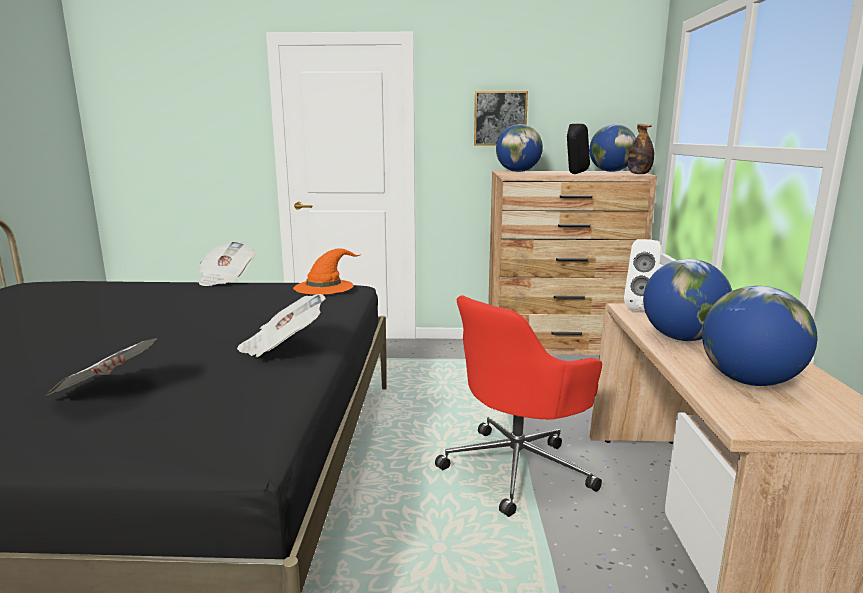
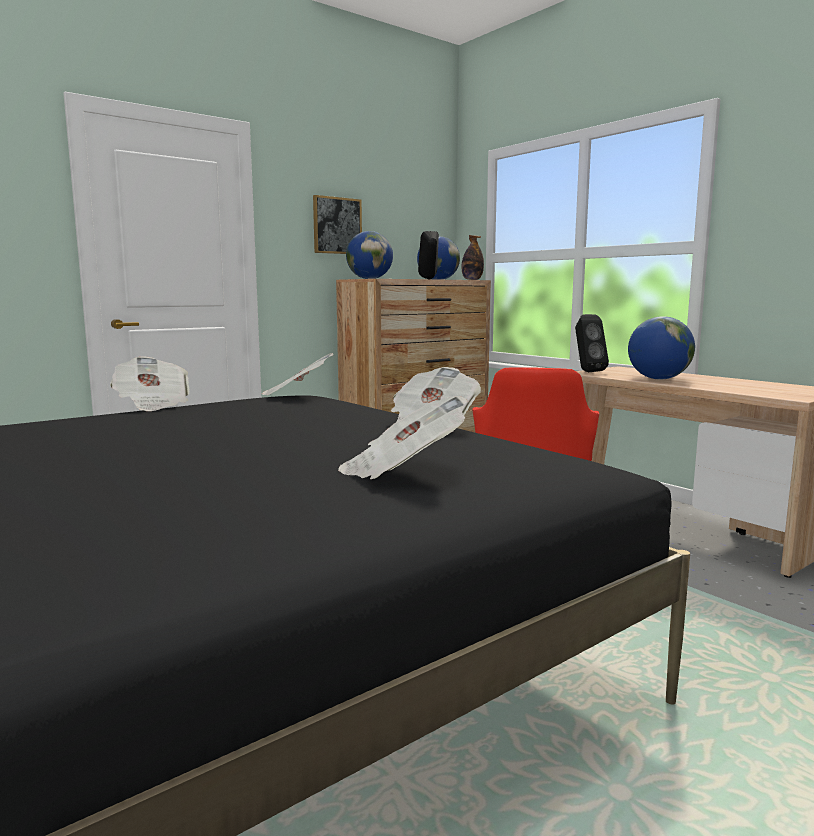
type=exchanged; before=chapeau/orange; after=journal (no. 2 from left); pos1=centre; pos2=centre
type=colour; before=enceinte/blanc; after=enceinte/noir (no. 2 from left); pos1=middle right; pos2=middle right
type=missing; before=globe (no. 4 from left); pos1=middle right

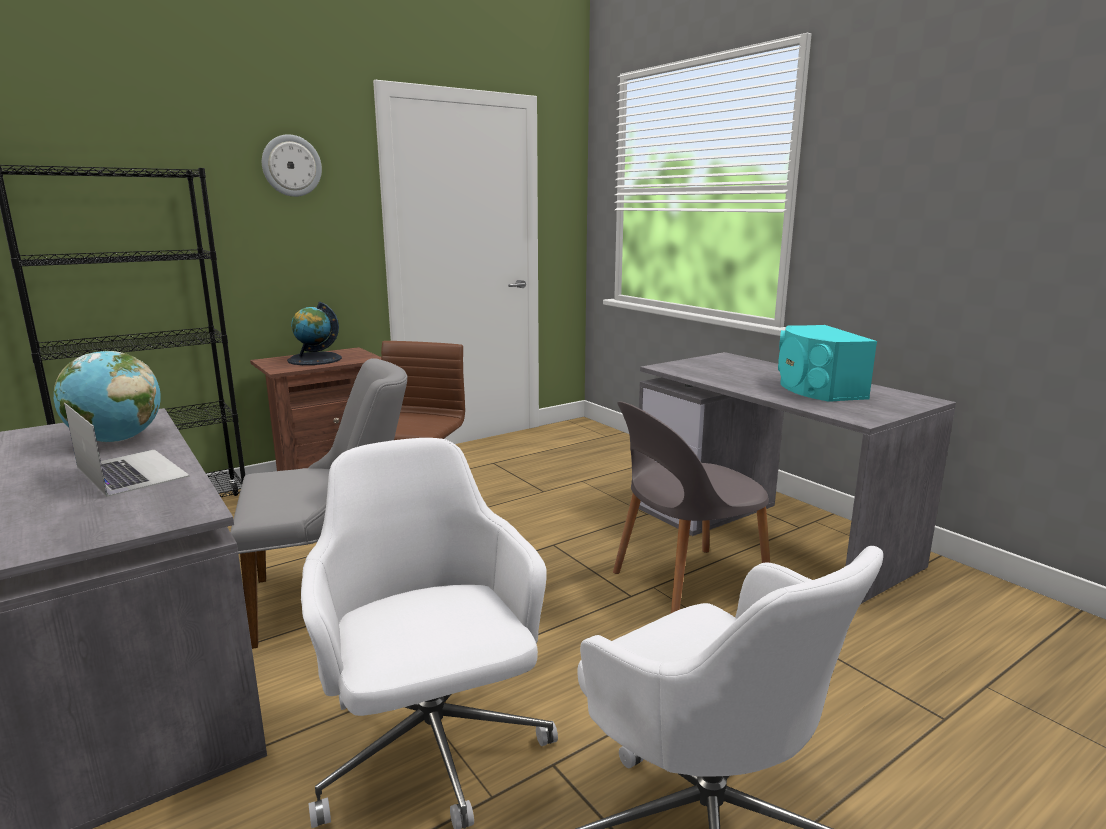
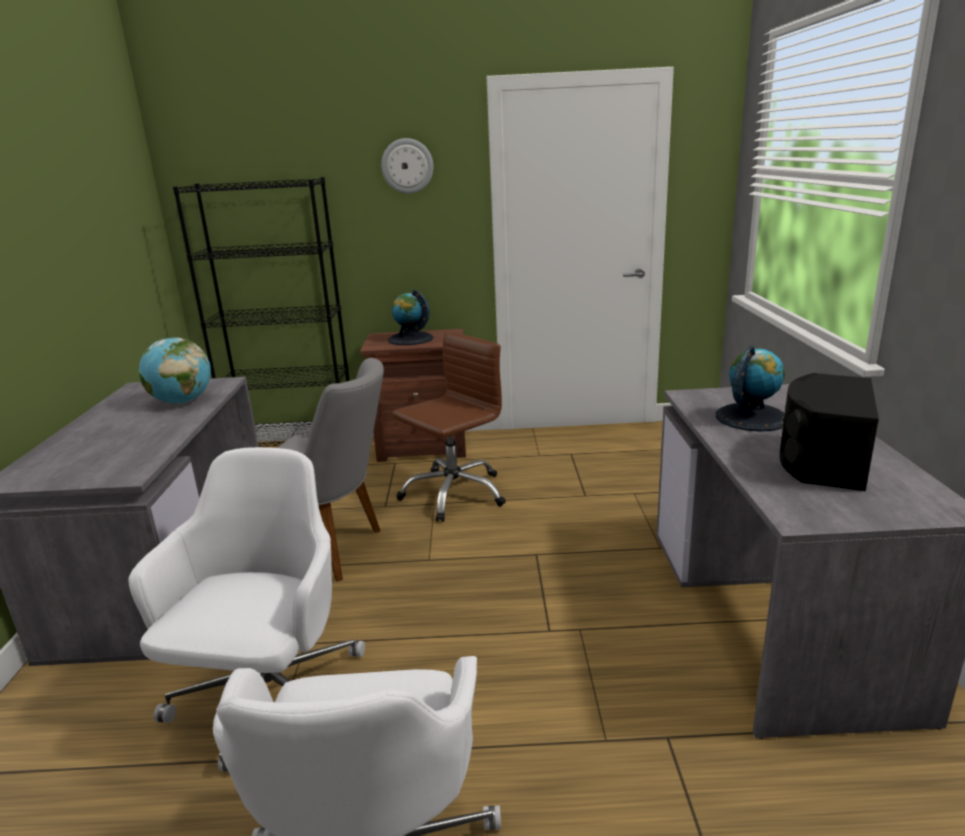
type=missing; before=ordinateur portable; pos1=middle left
type=missing; before=chaise/gris (no. 2 from left); pos1=centre
type=colour; before=enceinte/turquoise; after=enceinte/noir; pos1=middle right; pos2=middle right
type=appeared; after=globe (no. 3 from left); pos2=middle right

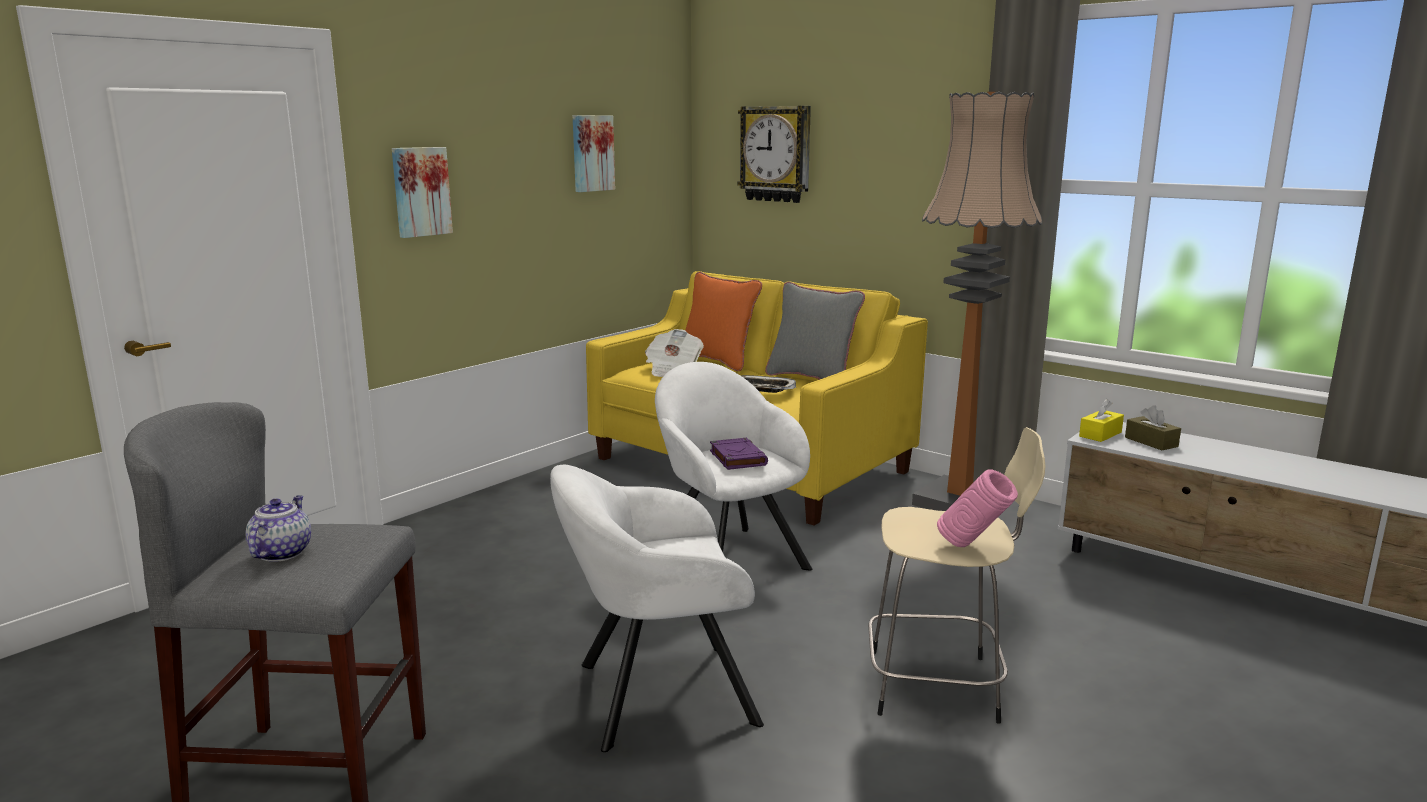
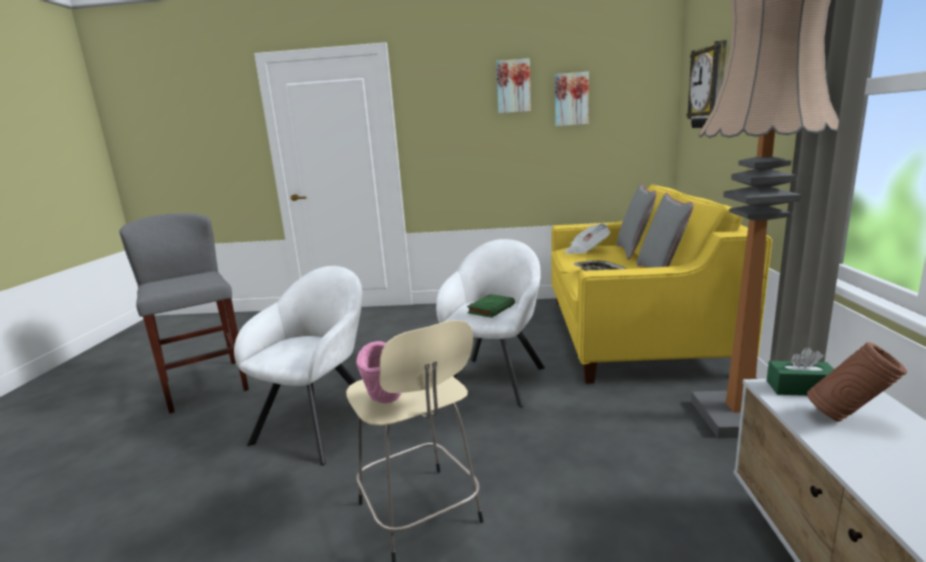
type=missing; before=théière; pos1=middle left
type=relocated; before=tableau (no. 1 from left); pos1=top left; pos2=top centre
type=spun; before=fauteuil/blanc (no. 1 from left); pos1=bottom centre; pos2=middle left; turn=75
type=colour; before=coussin/orange; after=coussin/gris (no. 1 from left); pos1=centre; pos2=middle right
type=colour; before=livre/violet; after=livre/vert; pos1=centre; pos2=centre
type=colour; before=boîte à mouchoirs/jaune; after=boîte à mouchoirs/vert; pos1=middle right; pos2=middle right
type=exchanged; before=boîte à mouchoirs/marron; after=vase/marron; pos1=middle right; pos2=bottom right

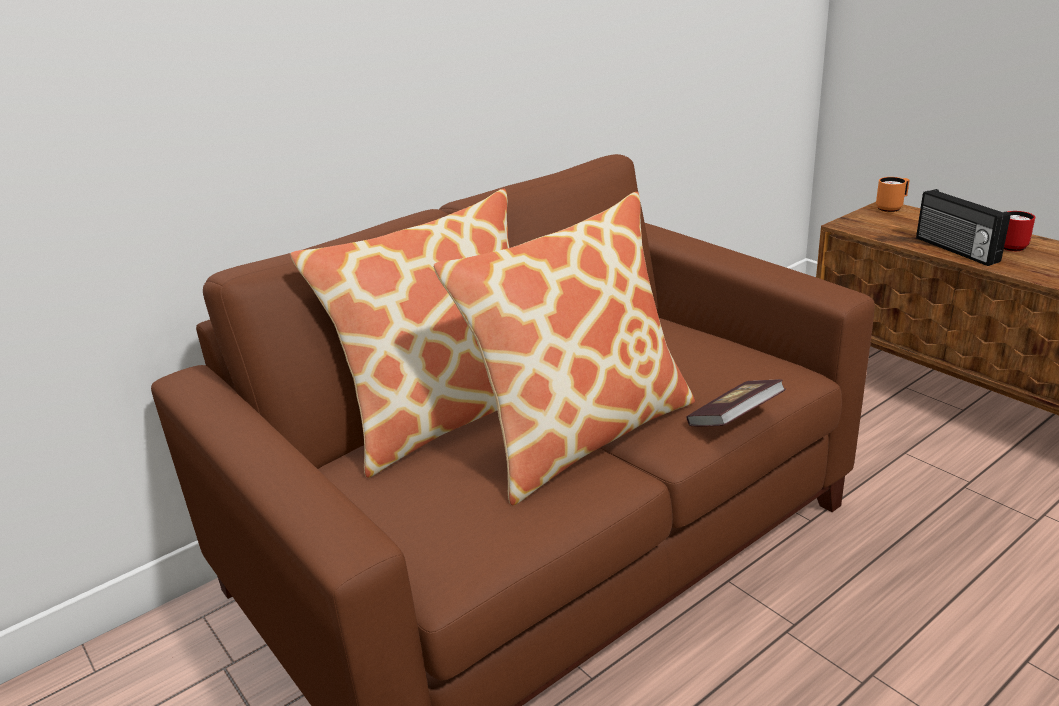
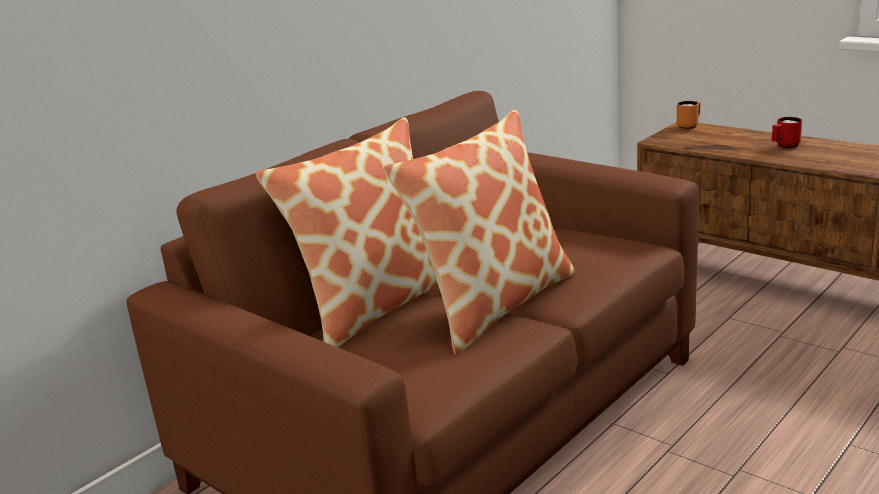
type=missing; before=livre; pos1=middle right
type=missing; before=radio; pos1=top right

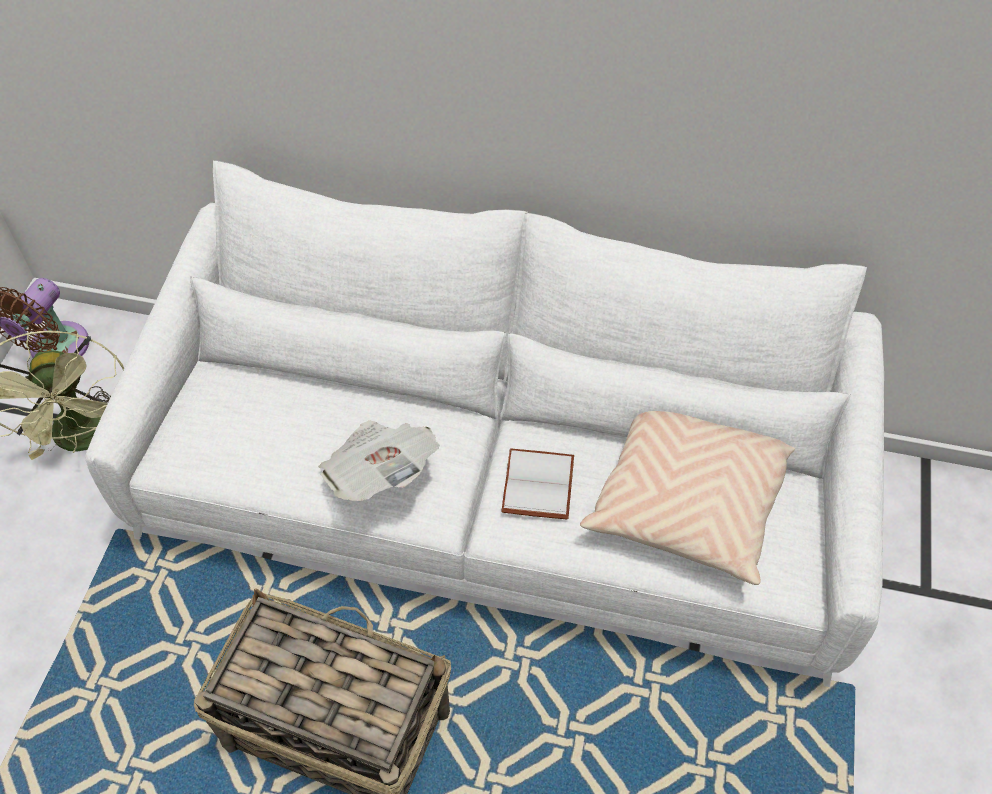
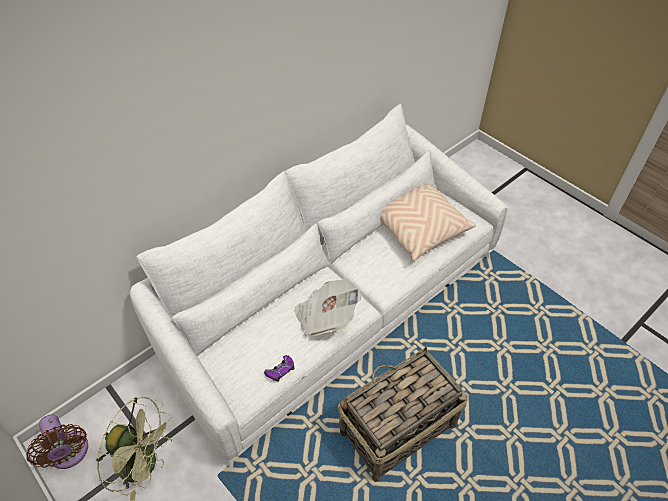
type=missing; before=livre/blanc; pos1=centre
type=appeared; after=manette/violet; pos2=bottom centre

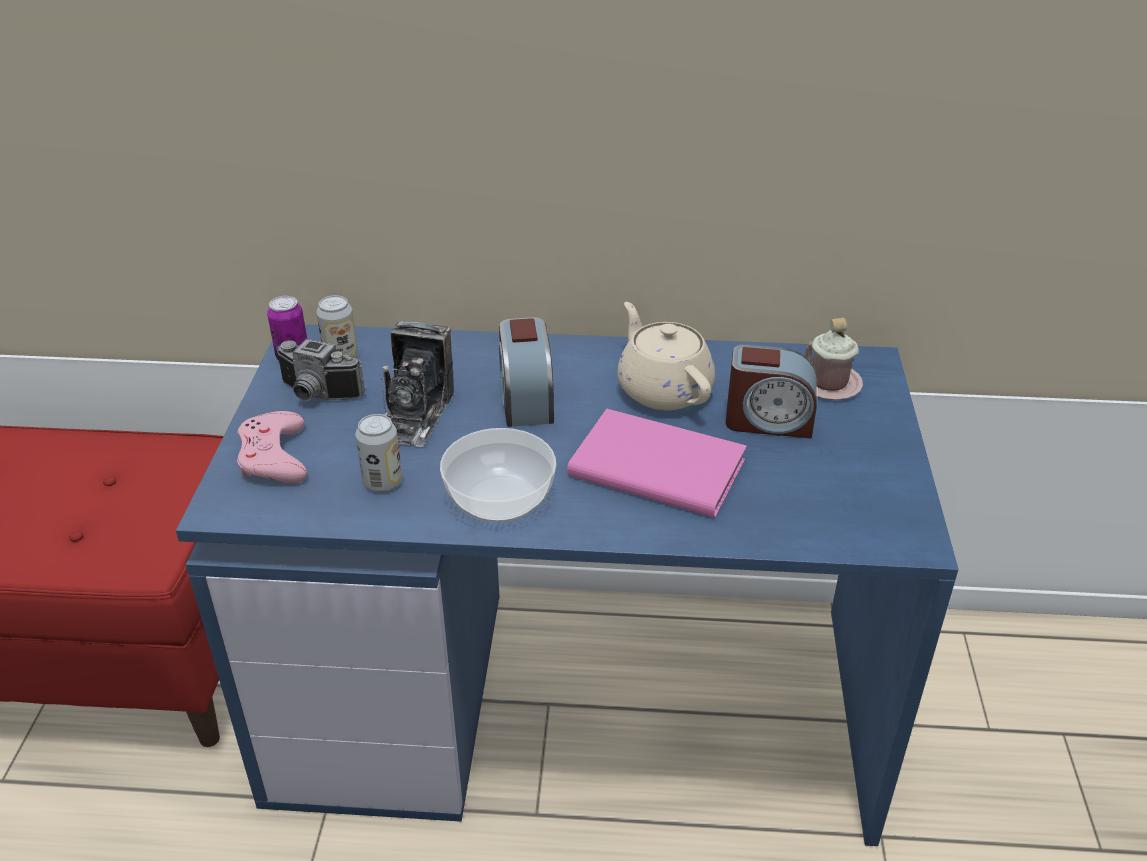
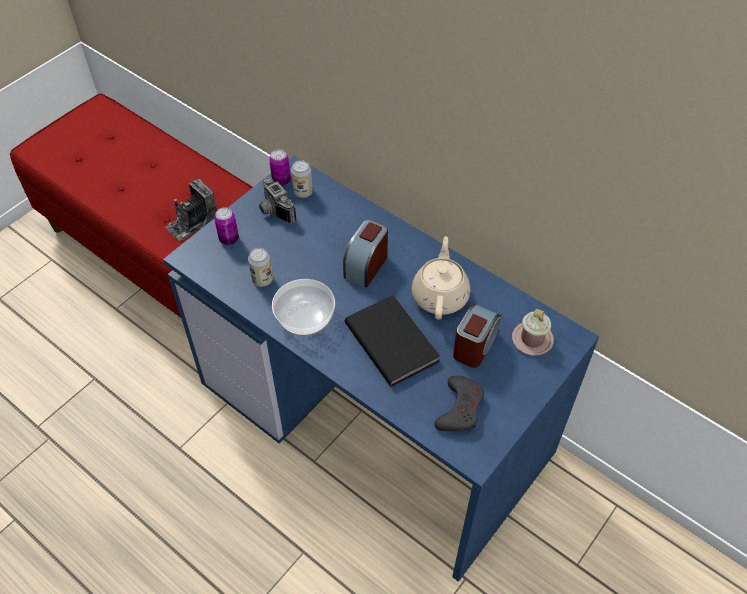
type=exchanged; before=manette/rose; after=boîte métallique (no. 1 from left); pos1=middle left; pos2=middle left
type=relocated; before=appareil photo (no. 2 from left in the first image); after=appareil photo (no. 1 from left); pos1=centre; pos2=middle left
type=colour; before=livre/rose; after=livre/noir; pos1=centre; pos2=centre
type=spun; before=réveil (no. 2 from left); pos1=middle right; pos2=centre; turn=-105
type=appeared; after=manette/gris; pos2=bottom centre

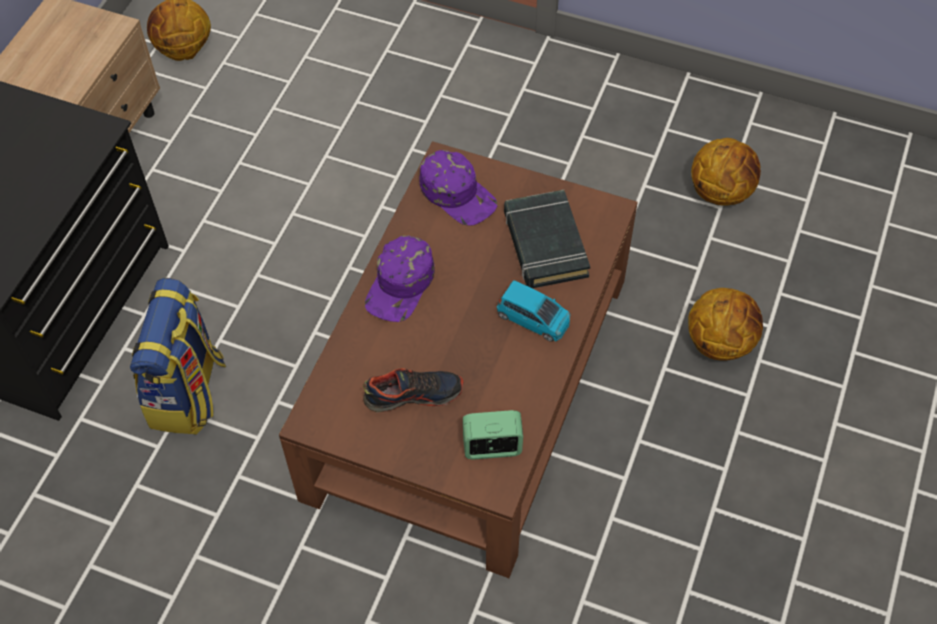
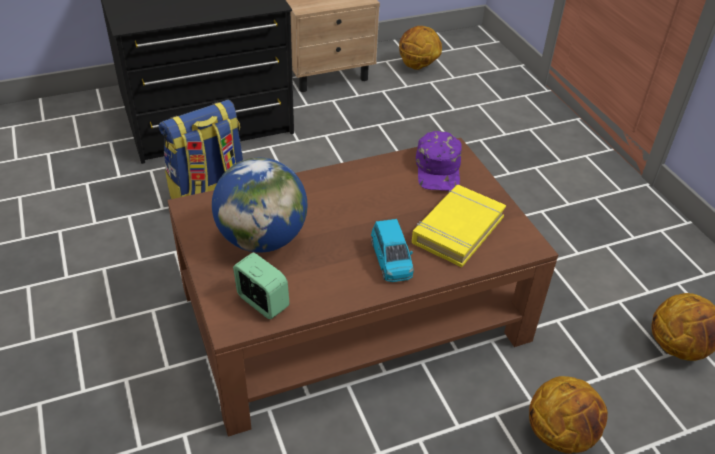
type=exchanged; before=chaussure; after=globe; pos1=centre; pos2=centre
type=missing; before=casquette/violet (no. 1 from left); pos1=centre
type=colour; before=livre/noir; after=livre/jaune; pos1=centre; pos2=centre

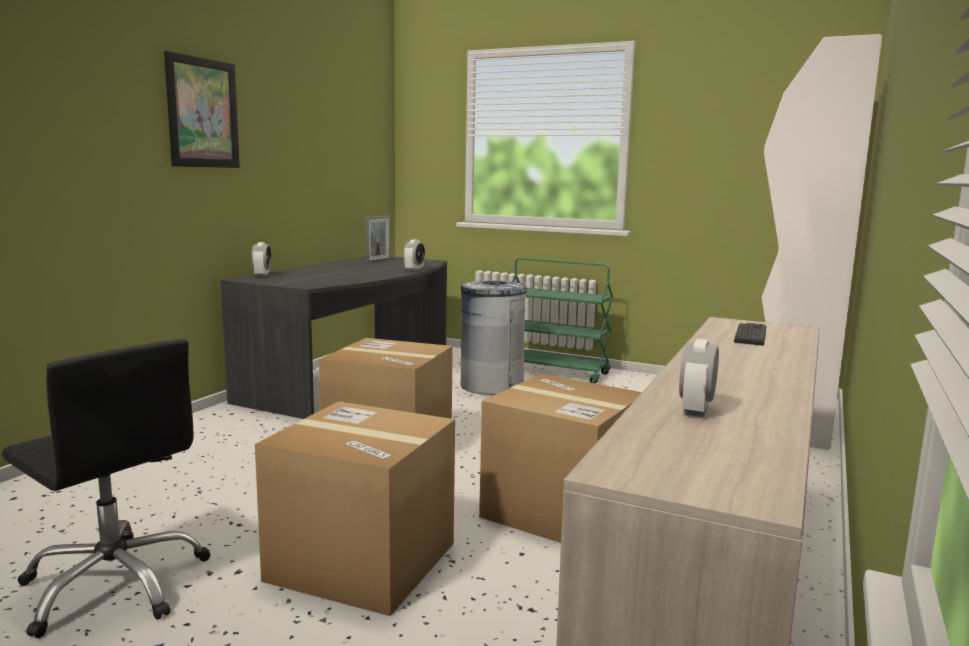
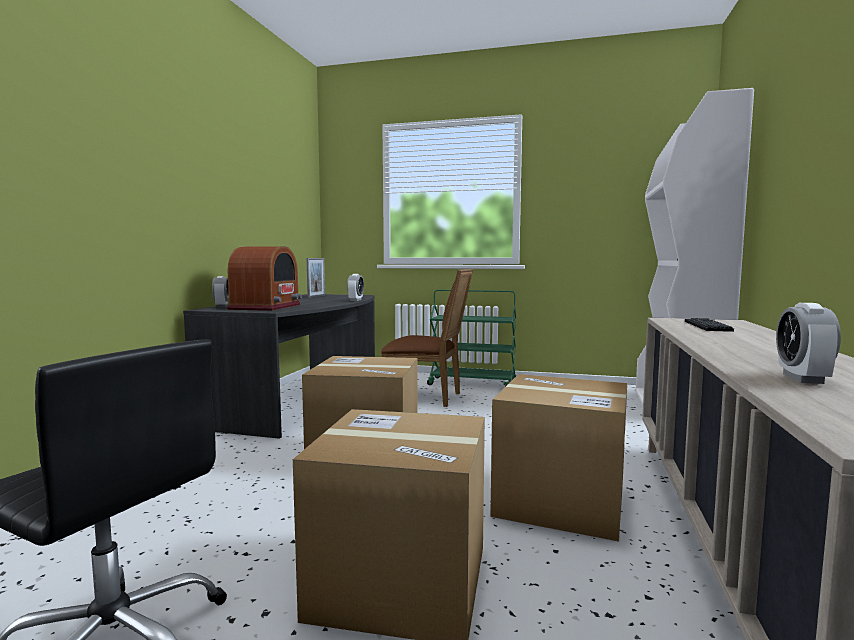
type=missing; before=tableau; pos1=top left
type=exchanged; before=poubelle/gris; after=chaise/marron; pos1=centre; pos2=centre
type=appeared; after=radio; pos2=middle left

